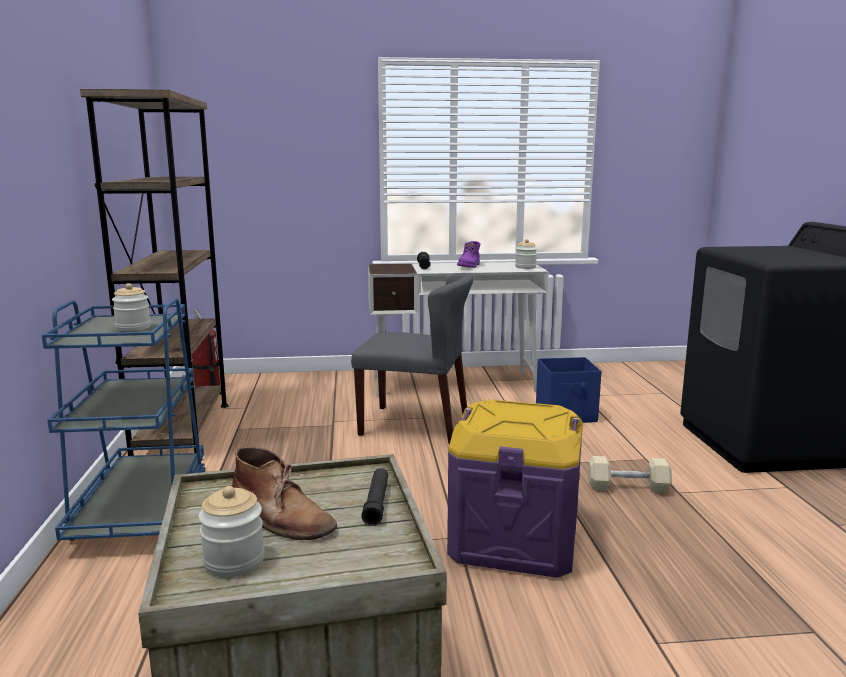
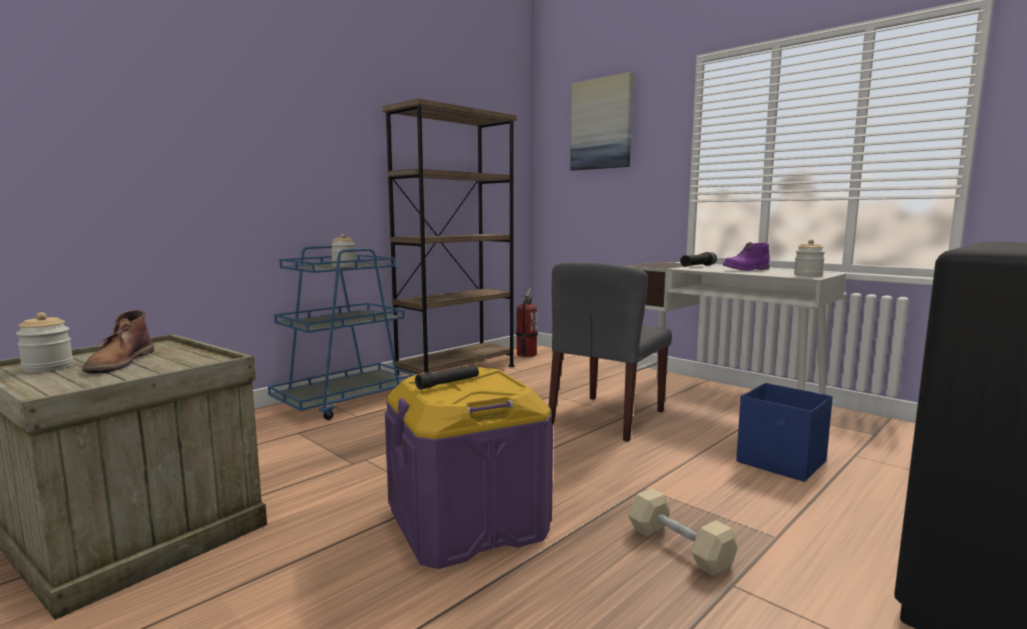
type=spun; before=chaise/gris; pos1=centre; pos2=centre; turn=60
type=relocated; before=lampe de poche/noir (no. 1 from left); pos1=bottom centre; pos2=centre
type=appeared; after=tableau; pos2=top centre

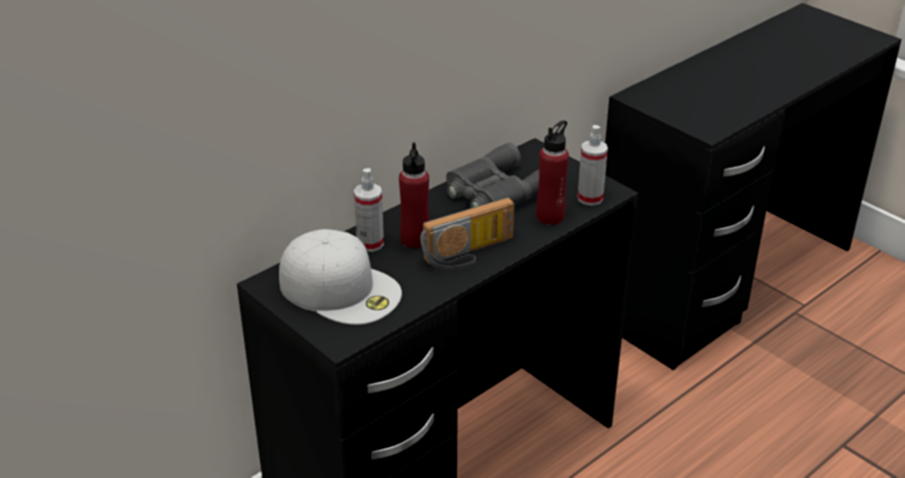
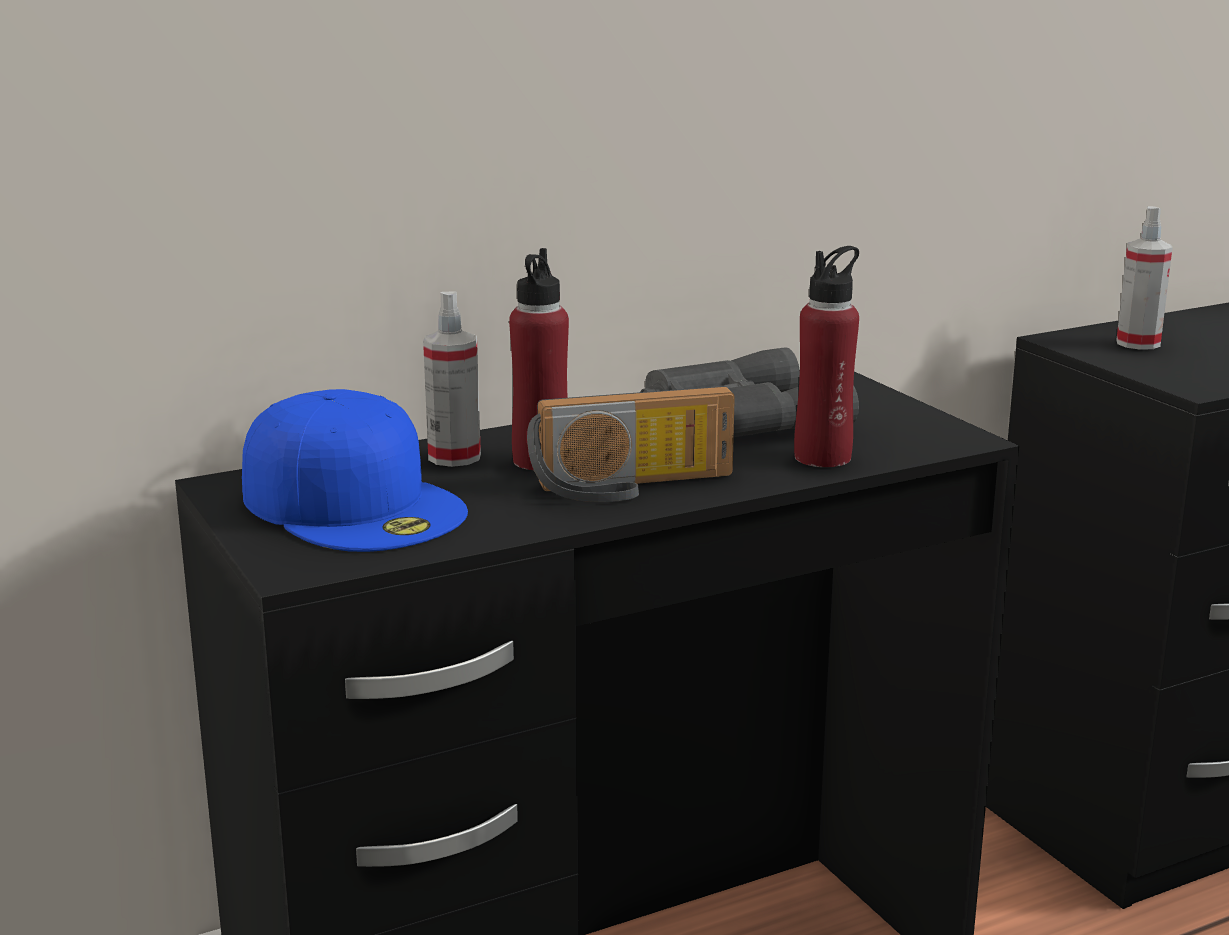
type=colour; before=casquette/blanc; after=casquette/bleu; pos1=centre; pos2=middle left
type=relocated; before=vaporisateur (no. 2 from left); pos1=centre; pos2=top right

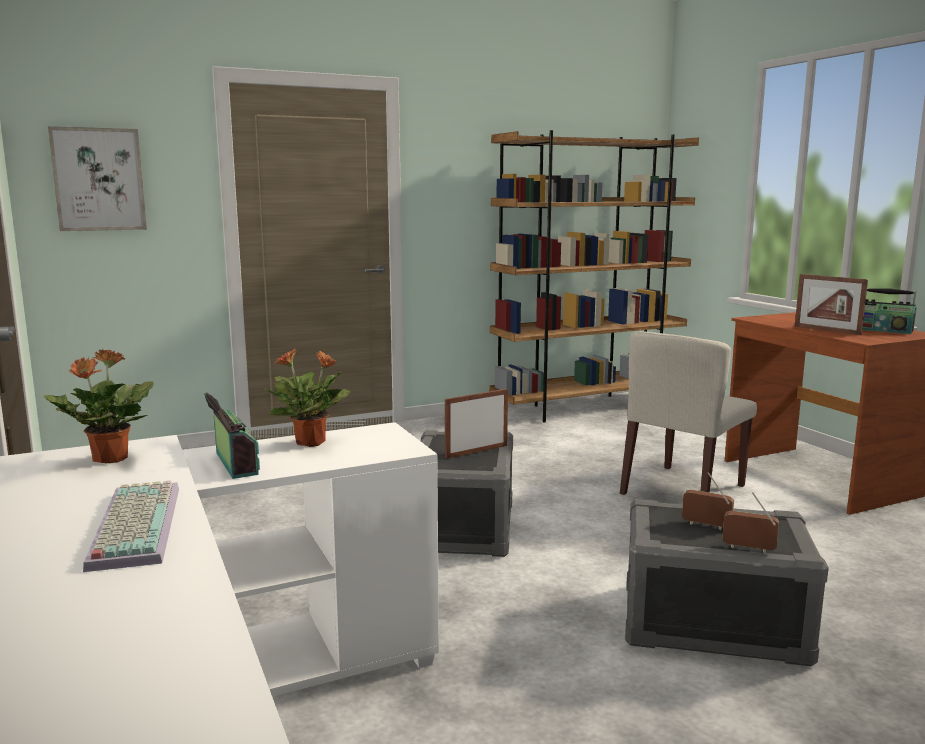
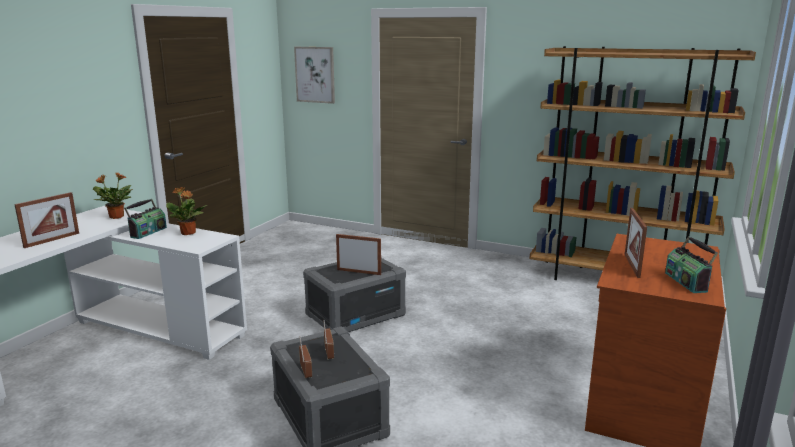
type=exchanged; before=clavier; after=cadre photo (no. 1 from left); pos1=bottom left; pos2=middle left
type=missing; before=chaise/beige; pos1=middle right

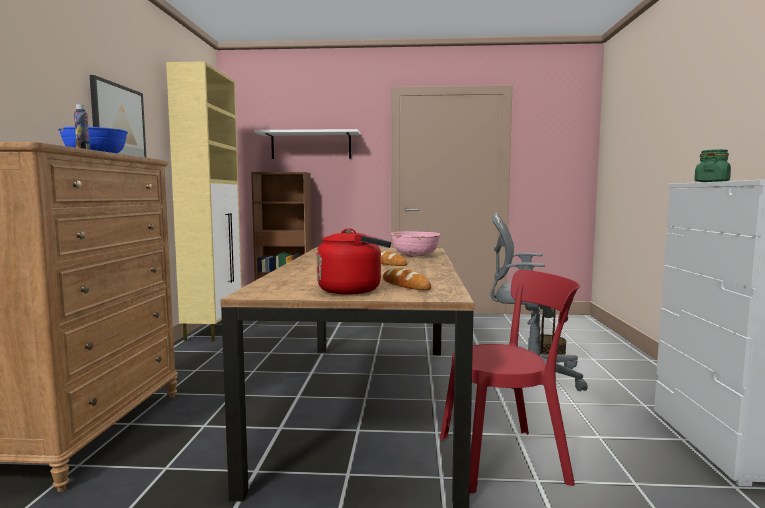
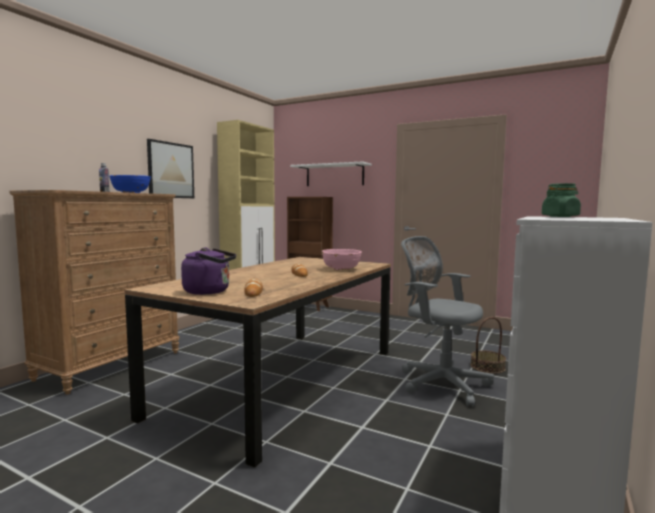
type=colour; before=bouilloire/rouge; after=bouilloire/violet; pos1=centre; pos2=middle left
type=missing; before=chaise/rouge; pos1=bottom right

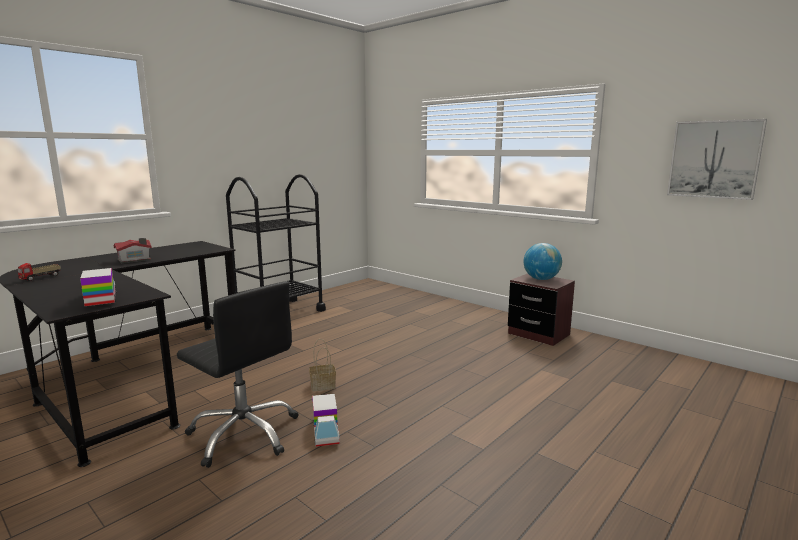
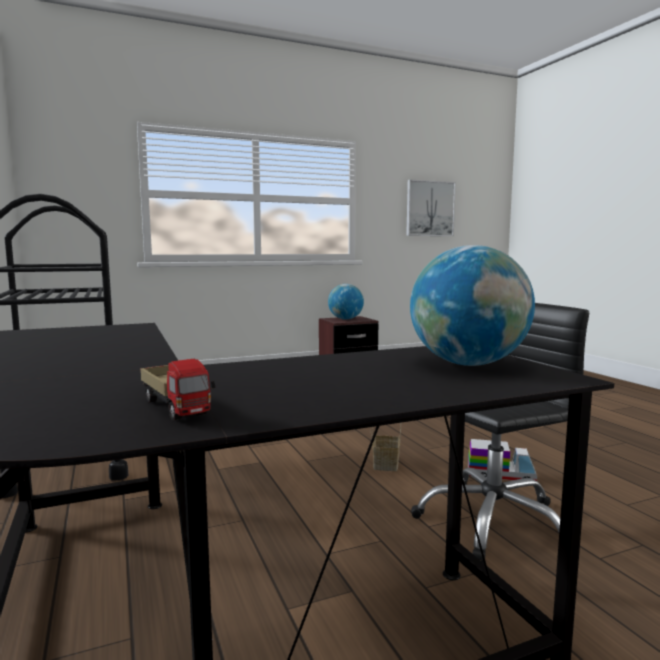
type=exchanged; before=camion jouet (no. 2 from left); after=globe (no. 2 from left); pos1=middle left; pos2=middle right
type=missing; before=maison miniature; pos1=middle left

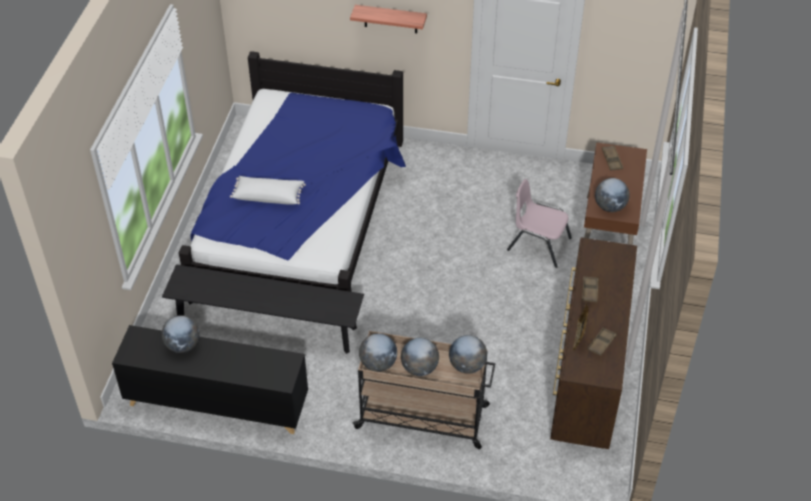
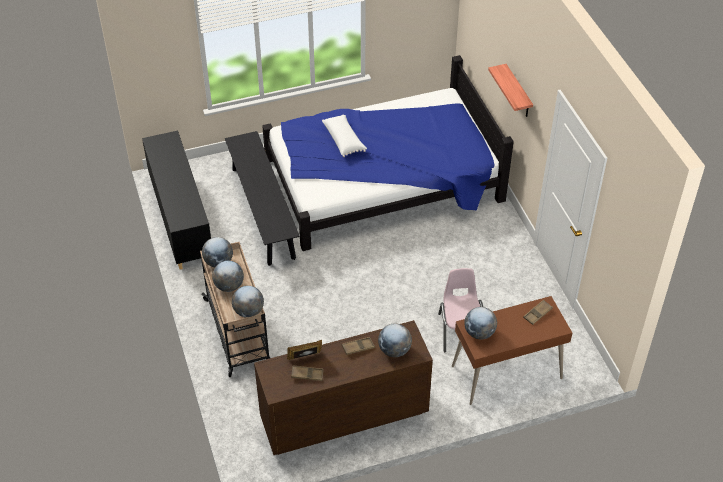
type=relocated; before=globe (no. 1 from left in the first image); after=globe (no. 4 from left); pos1=bottom left; pos2=bottom centre

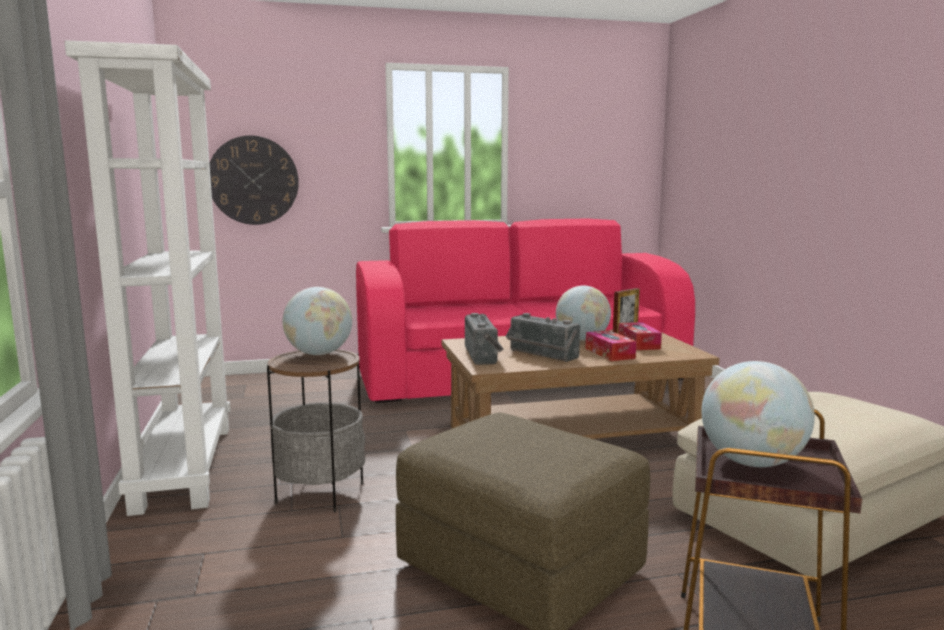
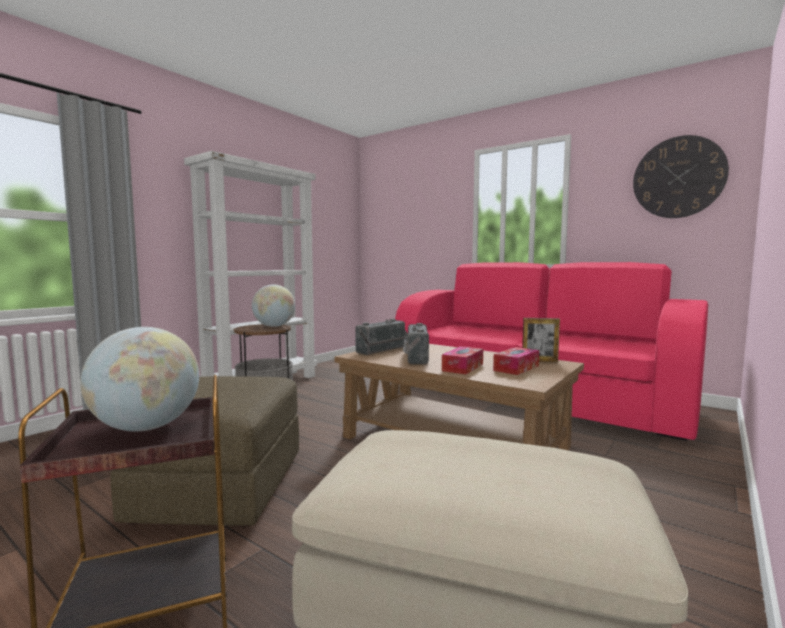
type=relocated; before=horloge murale; pos1=top left; pos2=top right
type=missing; before=globe (no. 2 from left); pos1=centre

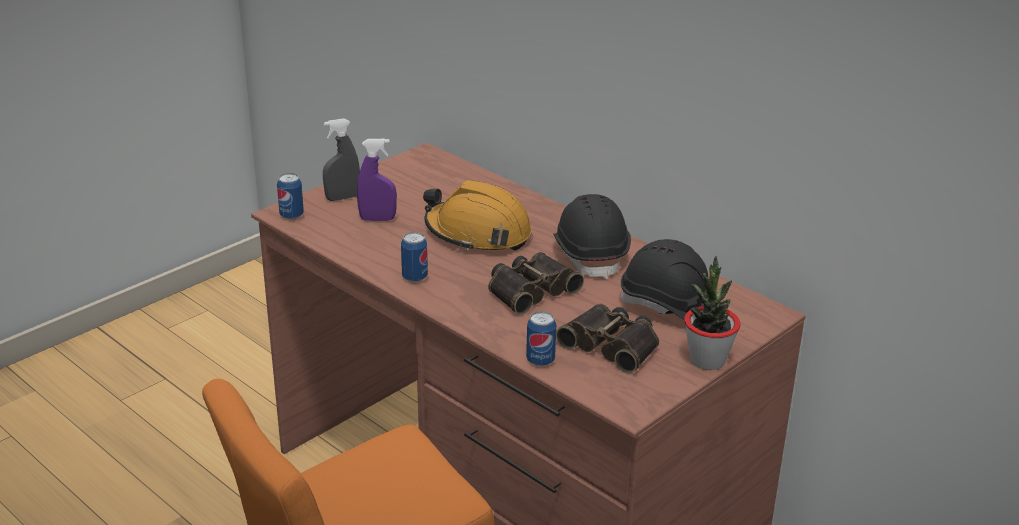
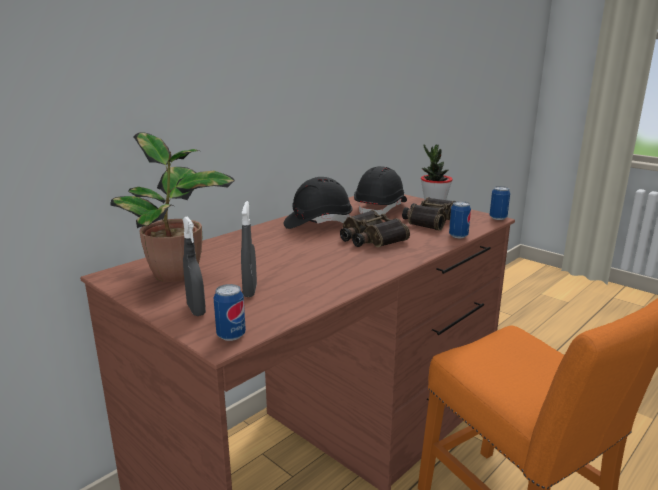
type=colour; before=vaporisateur/violet; after=vaporisateur/gris (no. 2 from left); pos1=centre; pos2=centre
type=relocated; before=boîte métallique (no. 2 from left in the first image); after=boîte métallique (no. 3 from left); pos1=centre; pos2=middle right
type=missing; before=casque de chantier/orange; pos1=centre
type=appeared; after=plante en pot (no. 1 from left); pos2=middle left

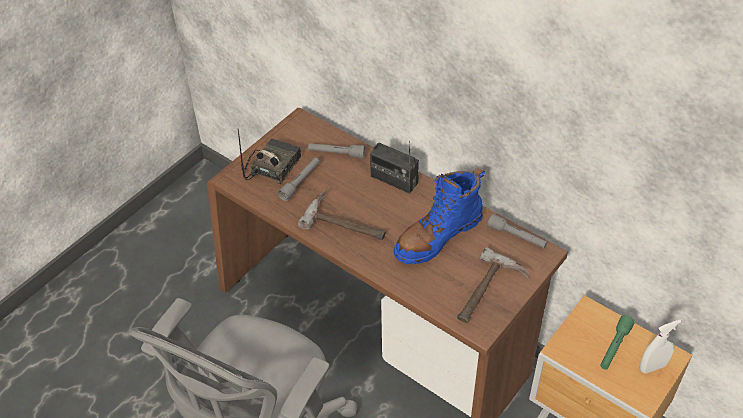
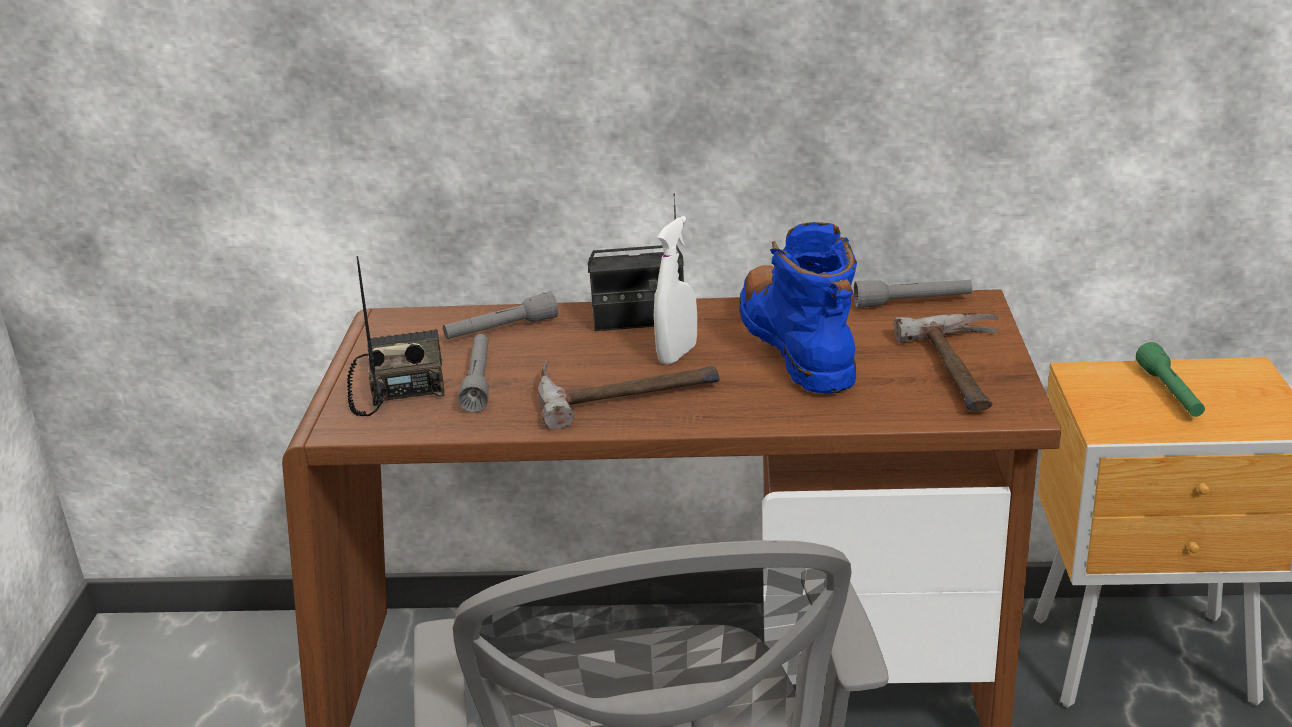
type=spun; before=botte/bleu; pos1=centre; pos2=centre; turn=150
type=relocated; before=vaporisateur/blanc; pos1=bottom right; pos2=centre

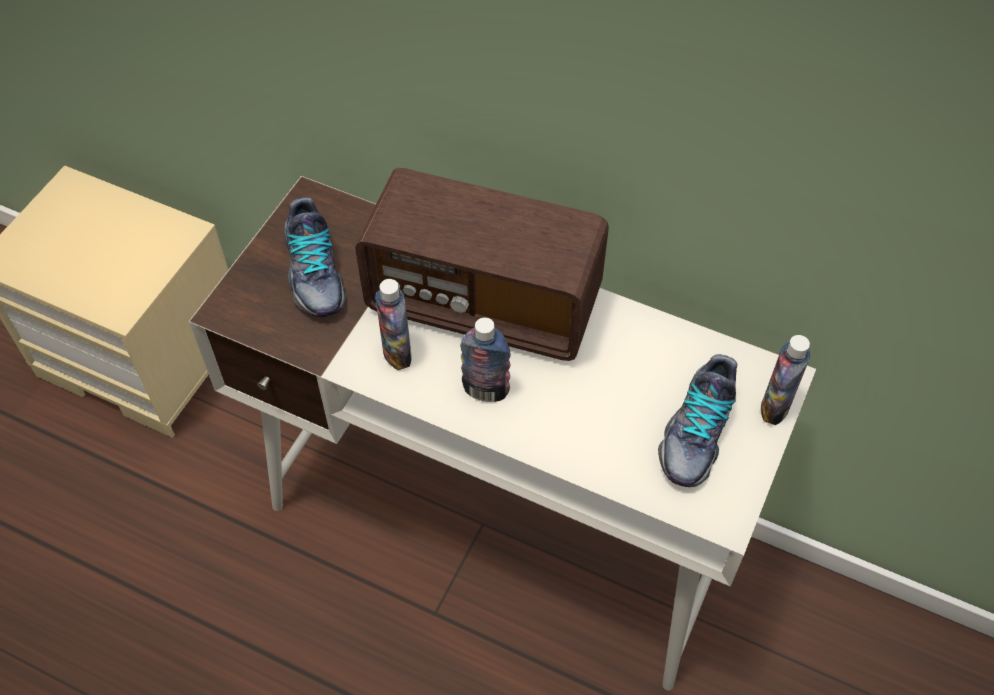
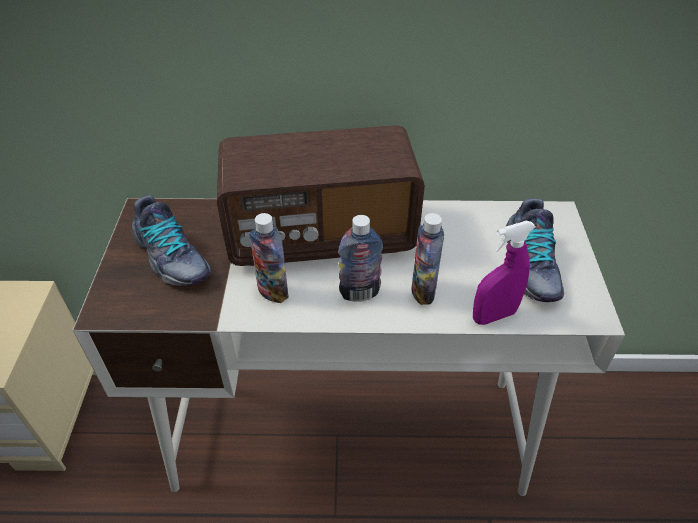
type=relocated; before=bouteille (no. 3 from left); pos1=middle right; pos2=centre
type=appeared; after=vaporisateur/violet; pos2=middle right

